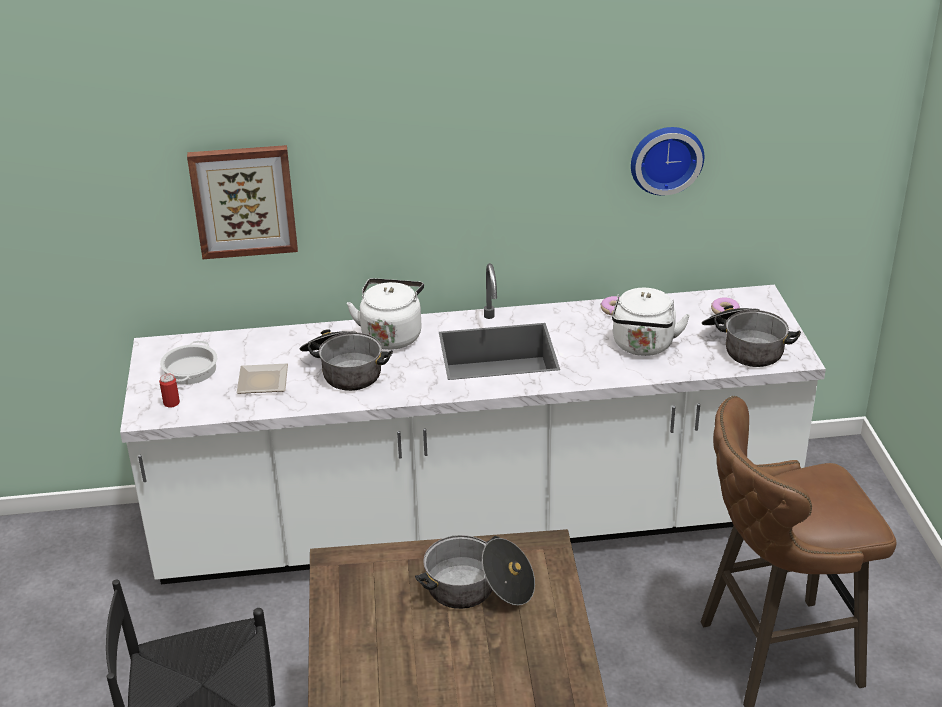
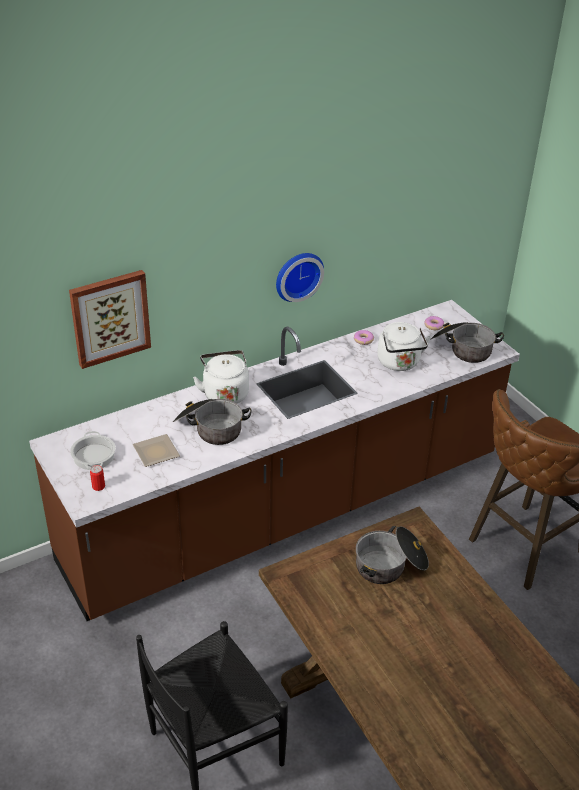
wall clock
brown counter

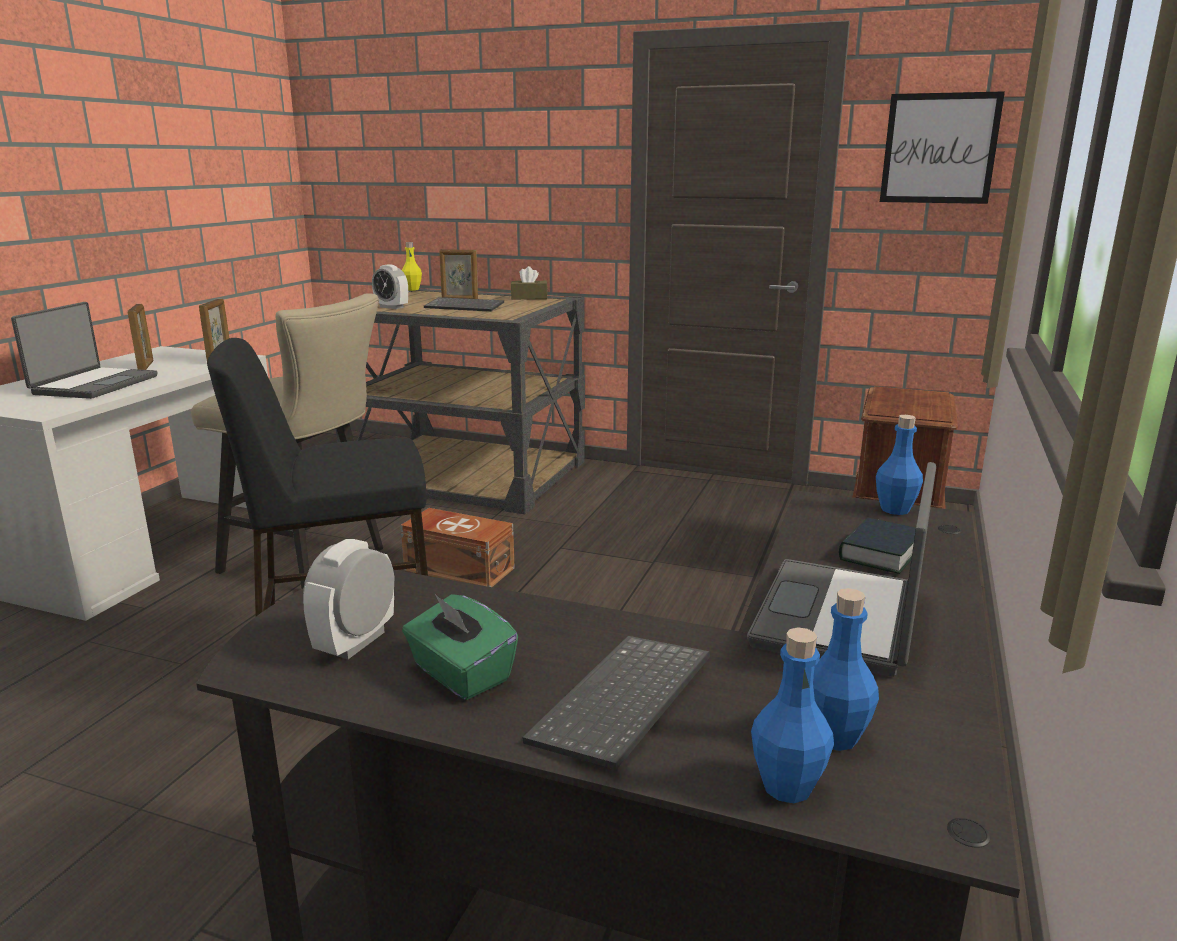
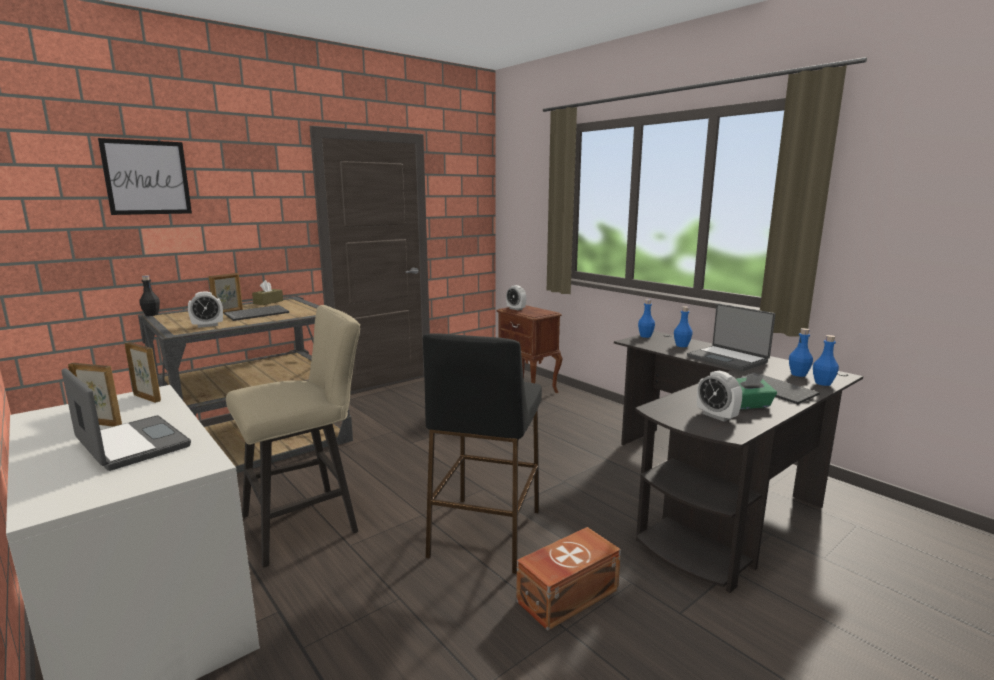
alarm clock (no. 2 from left)
brown storage box
picture
blue bottle (no. 2 from left)
black bottle

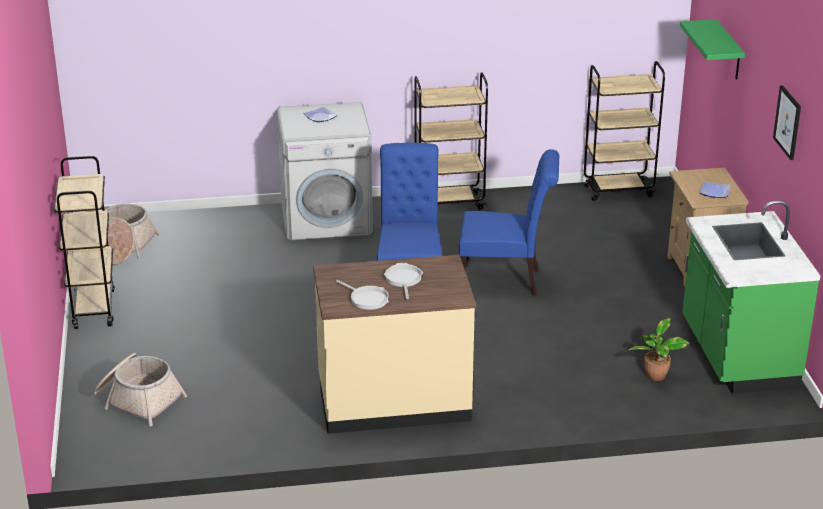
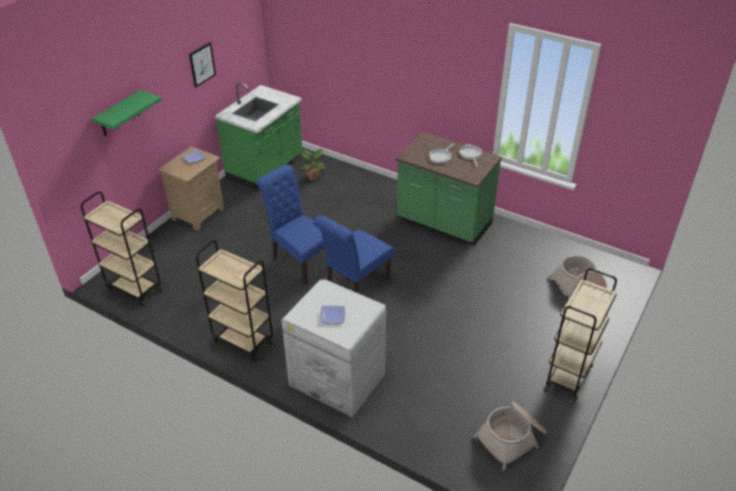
green counter (no. 2 from left)

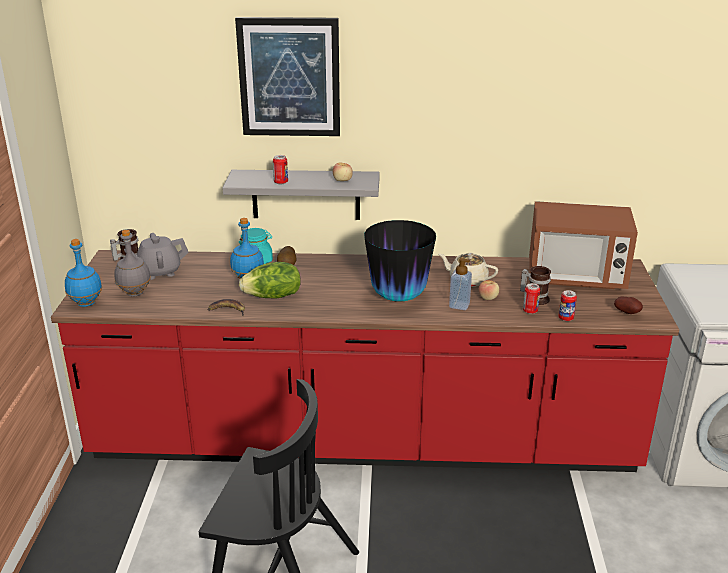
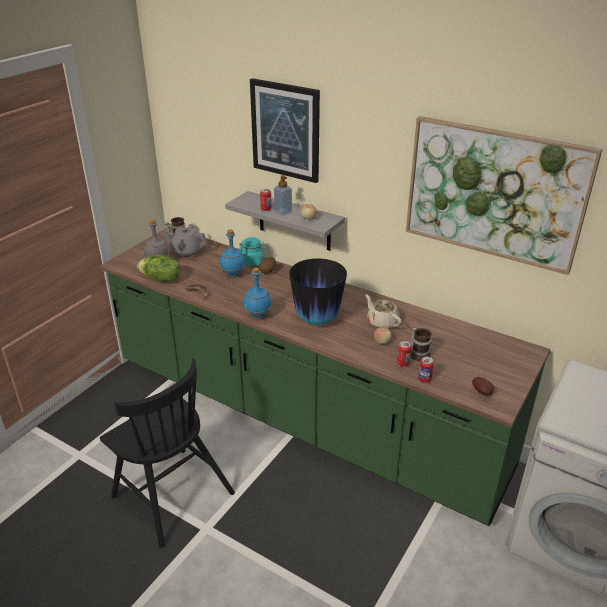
microwave
picture (no. 2 from left)
blue bottle (no. 2 from left)
lettuce
soap dispenser
green counter

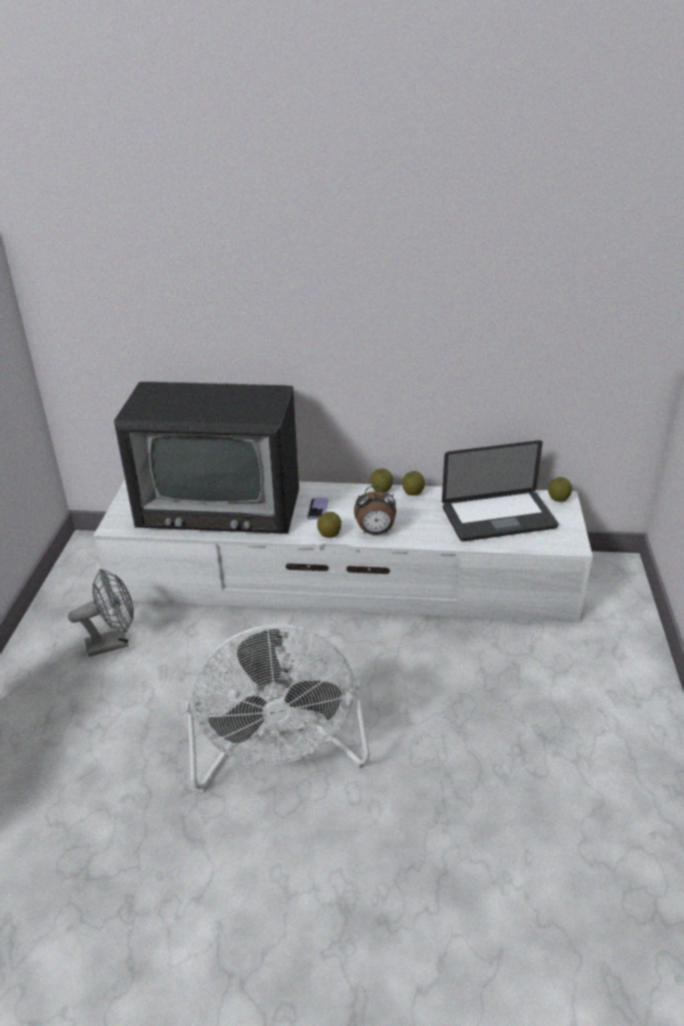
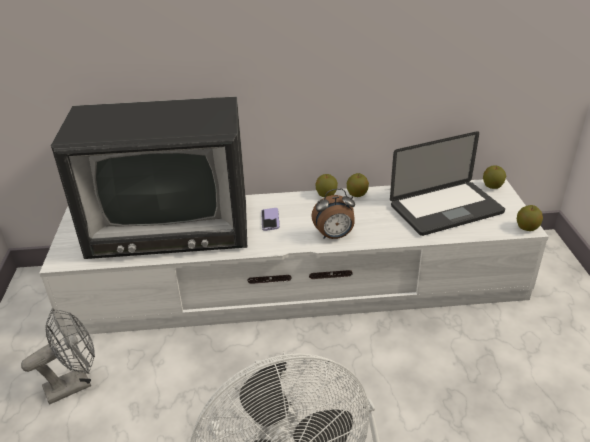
apple (no. 4 from left)

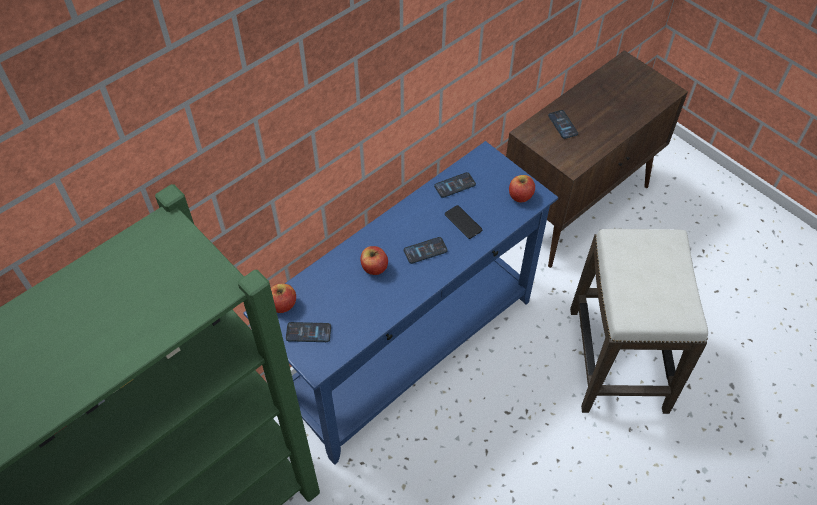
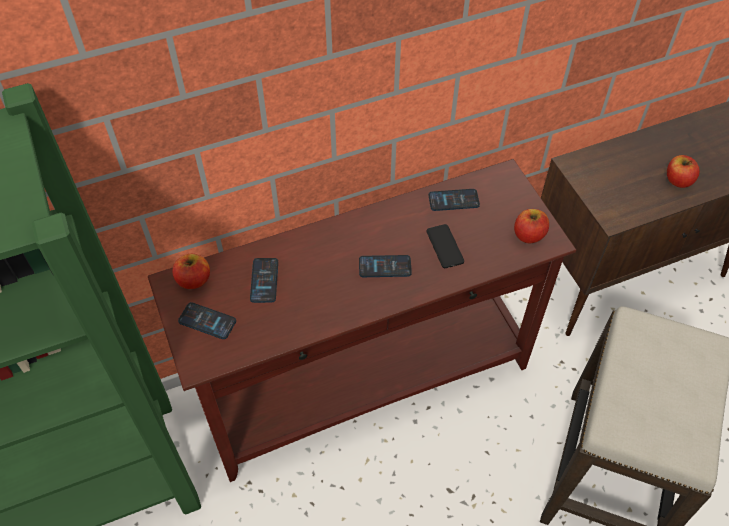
apple (no. 3 from left)
phone (no. 2 from left)
brown console table

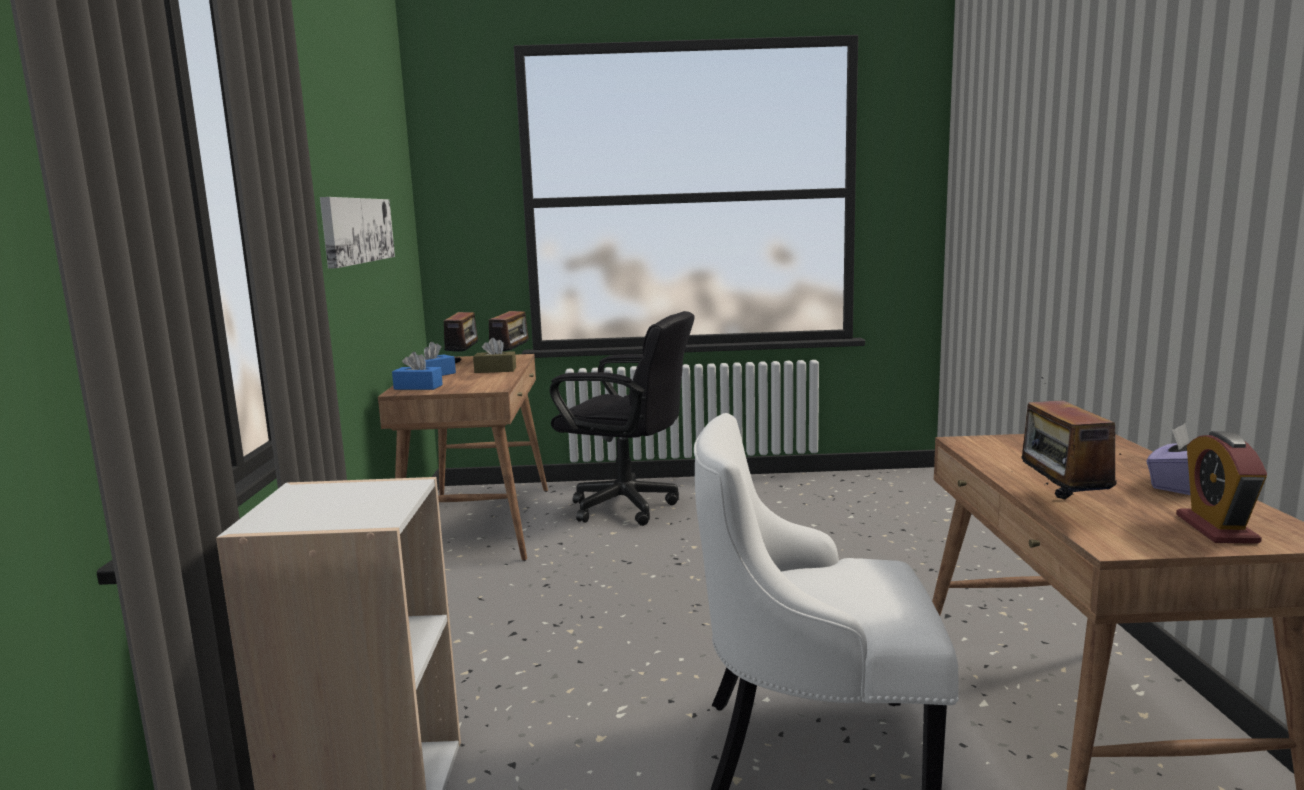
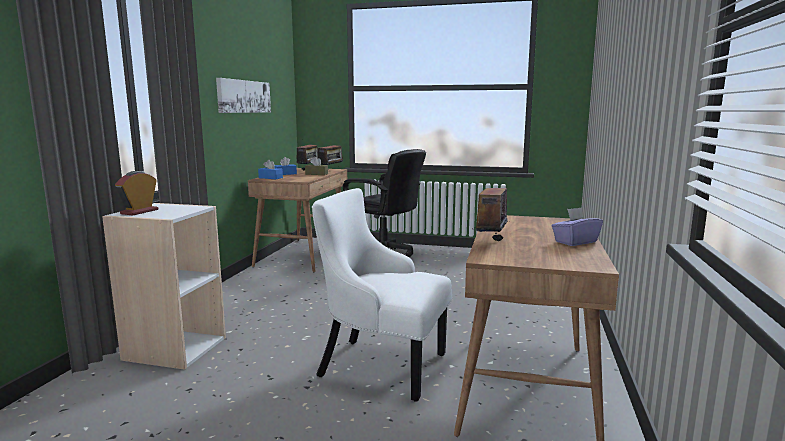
alarm clock

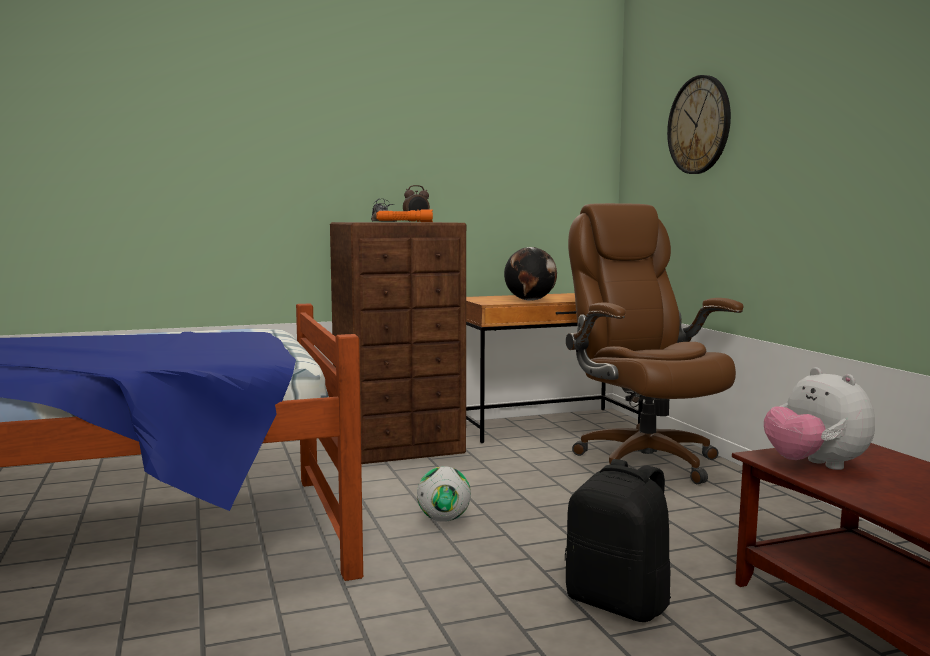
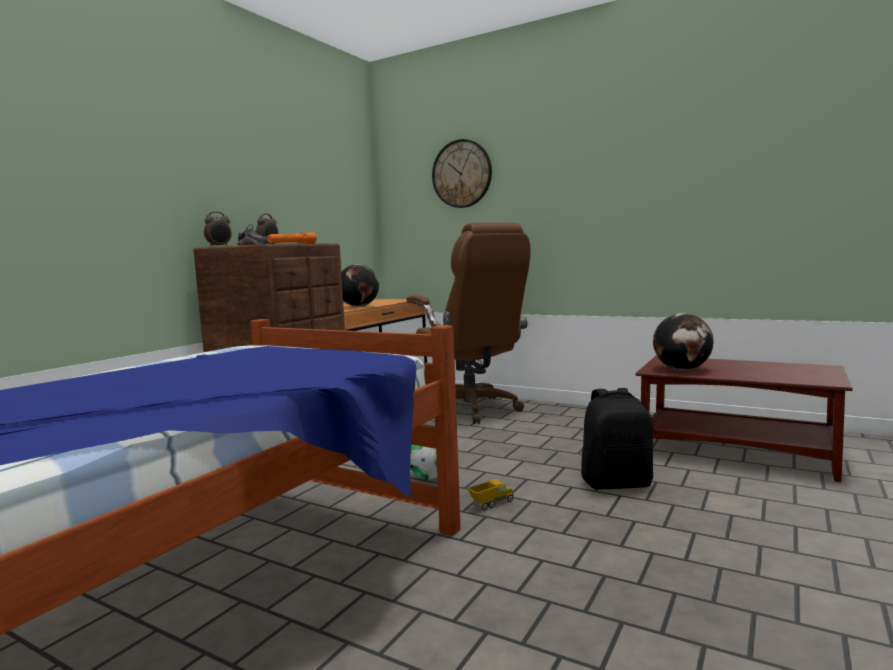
alarm clock (no. 1 from left)
toy truck
globe (no. 2 from left)
brown office chair

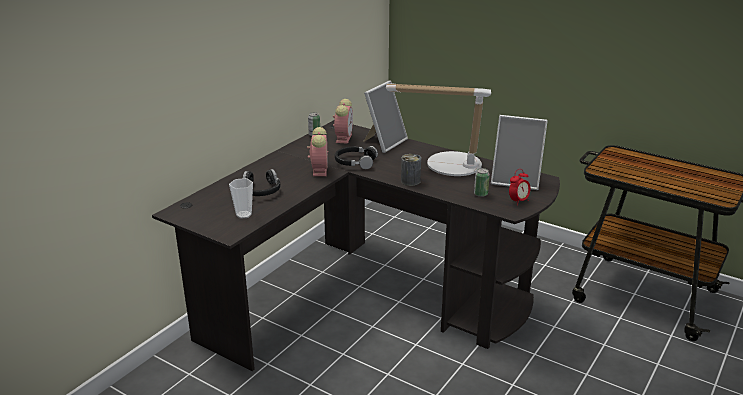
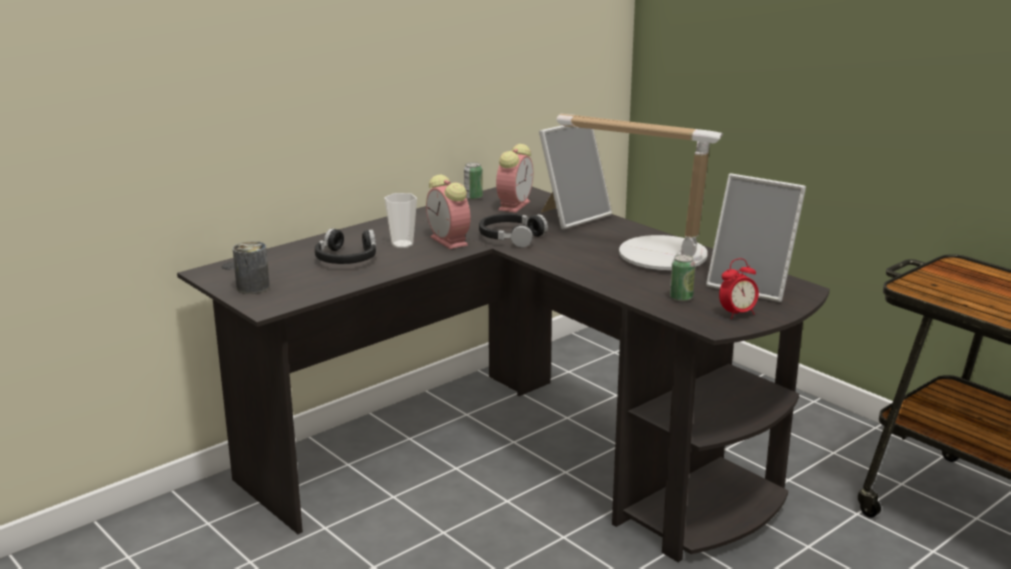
cup
can (no. 1 from left)
alarm clock (no. 1 from left)

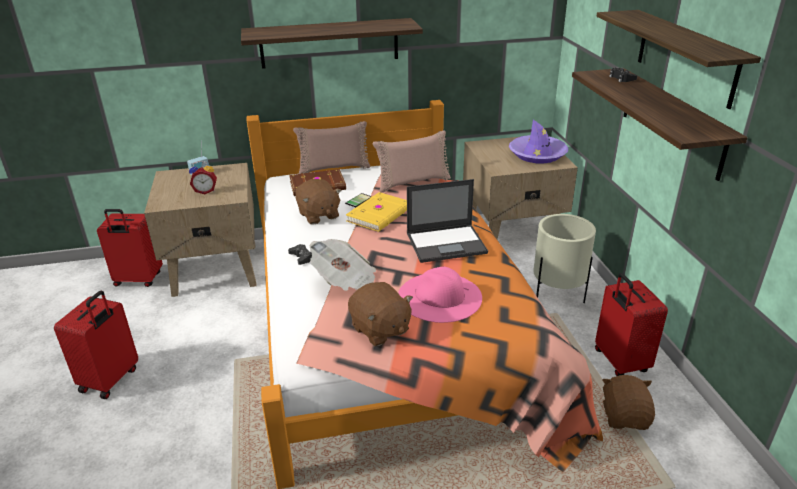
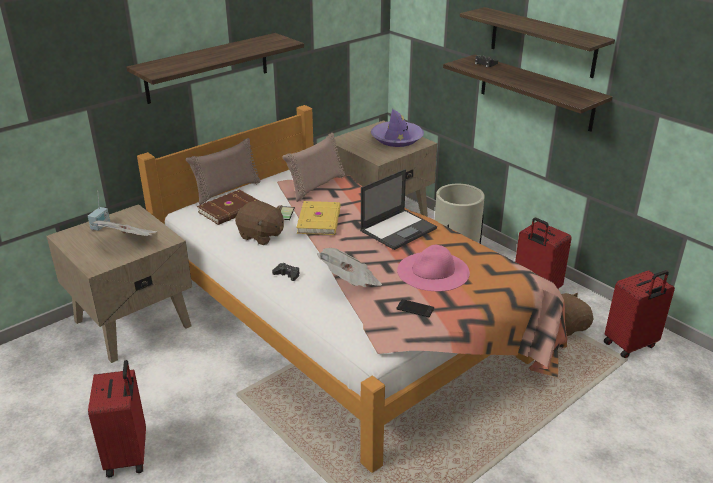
red suitcase (no. 3 from left)
newspaper (no. 1 from left)
phone (no. 2 from left)

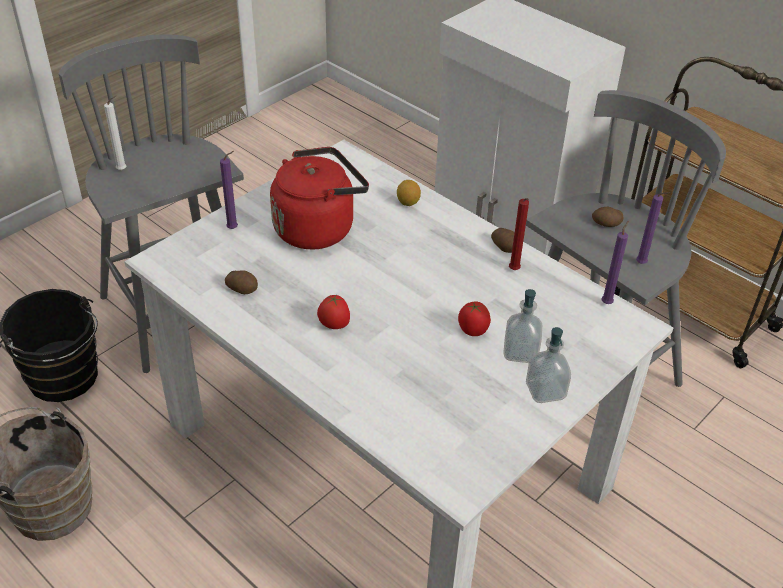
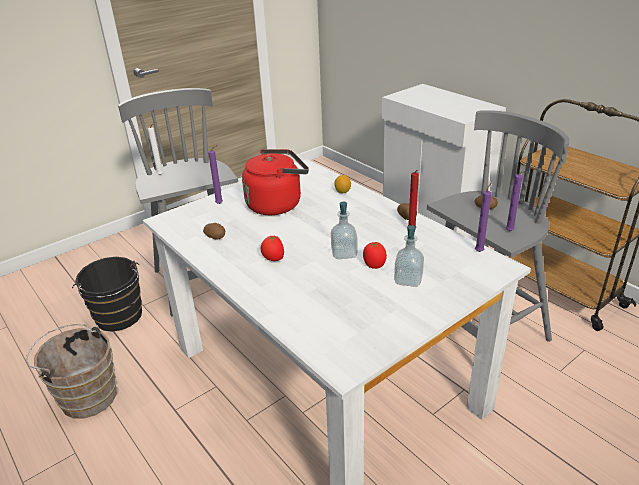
soap dispenser (no. 1 from left)

